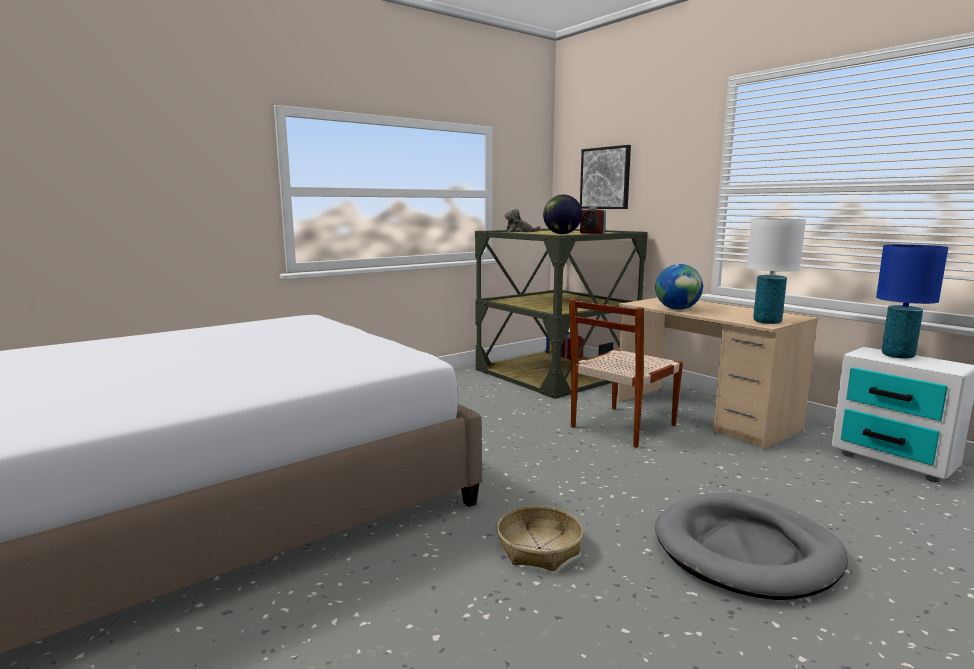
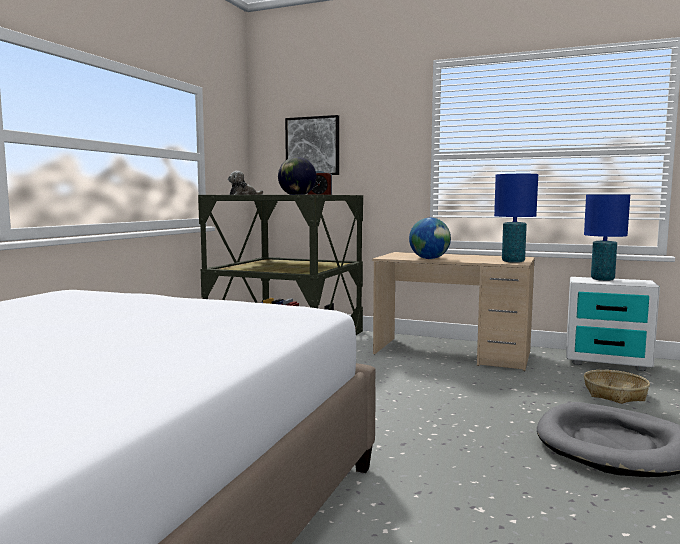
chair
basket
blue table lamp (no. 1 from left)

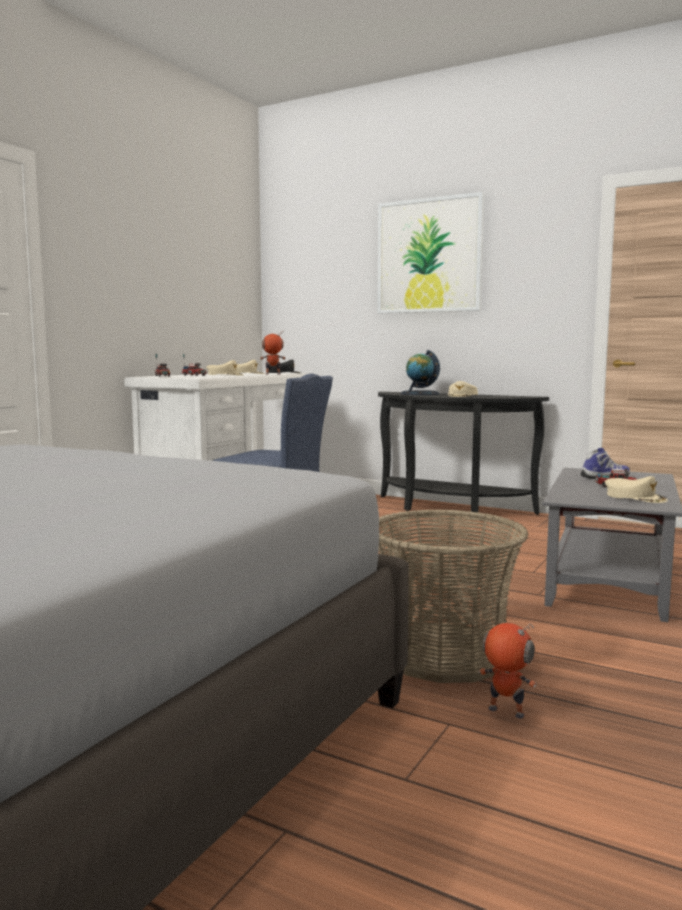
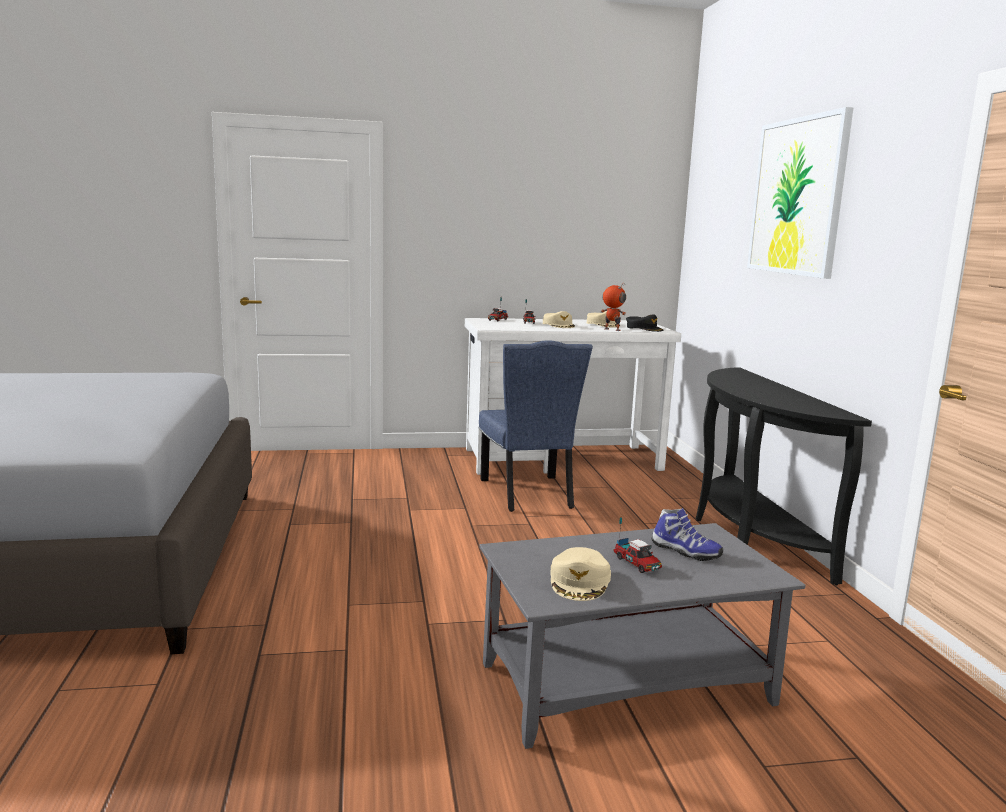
basket
globe
beige cap (no. 3 from left in the first image)
toy robot (no. 2 from left in the first image)

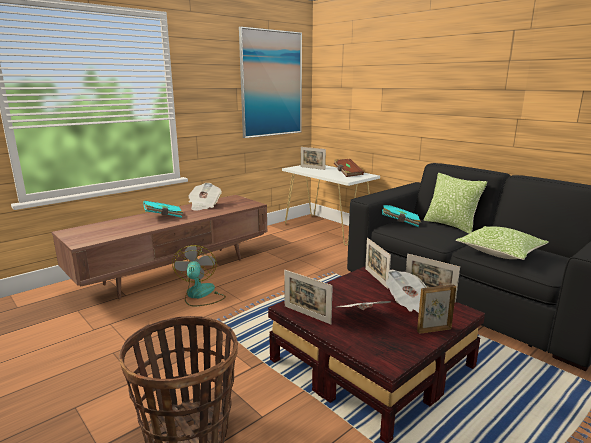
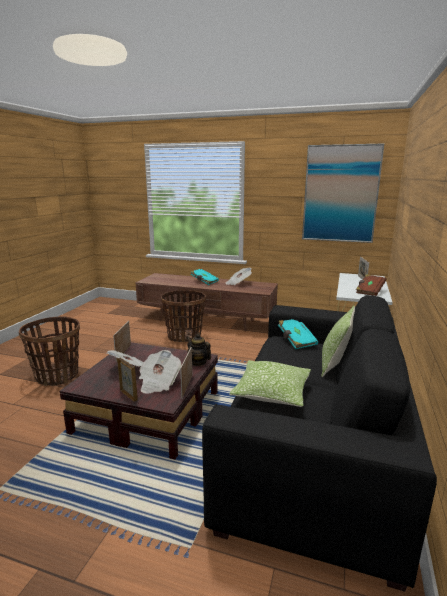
basket (no. 2 from left)
teapot

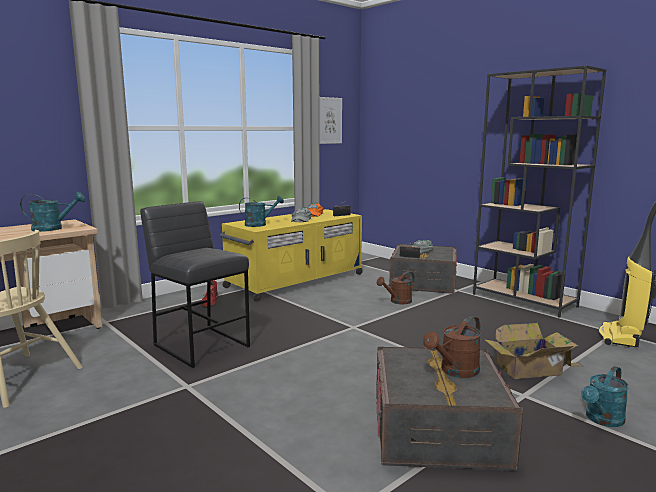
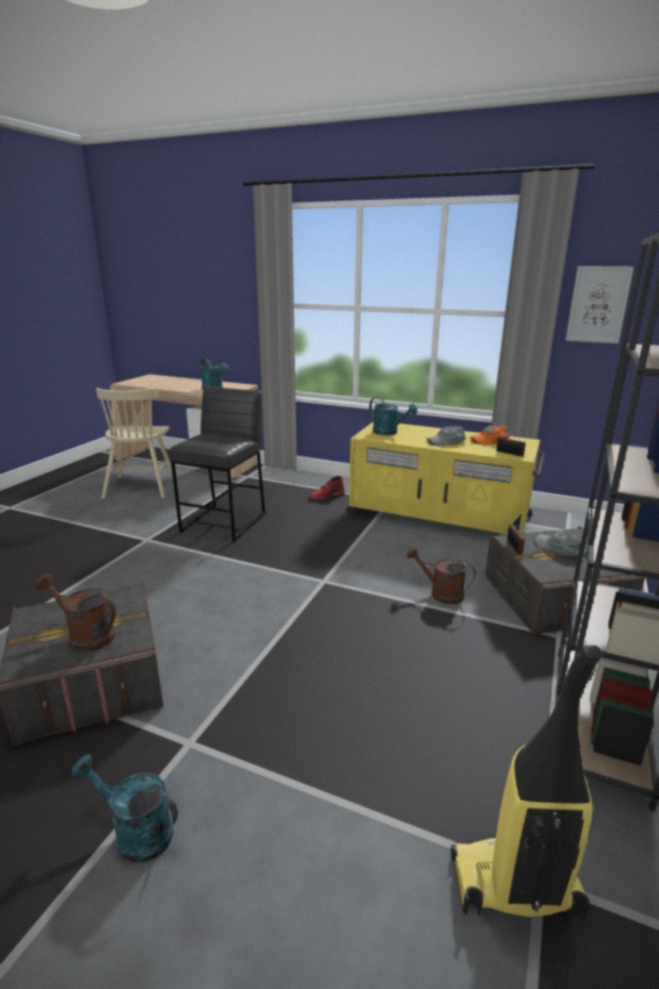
cardboard box

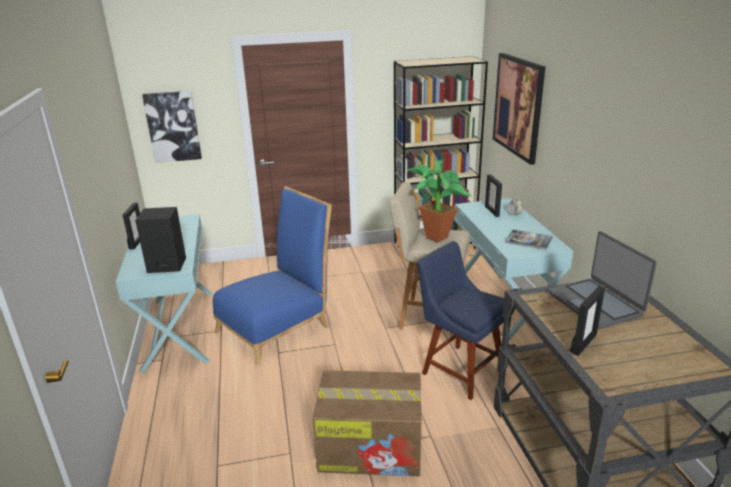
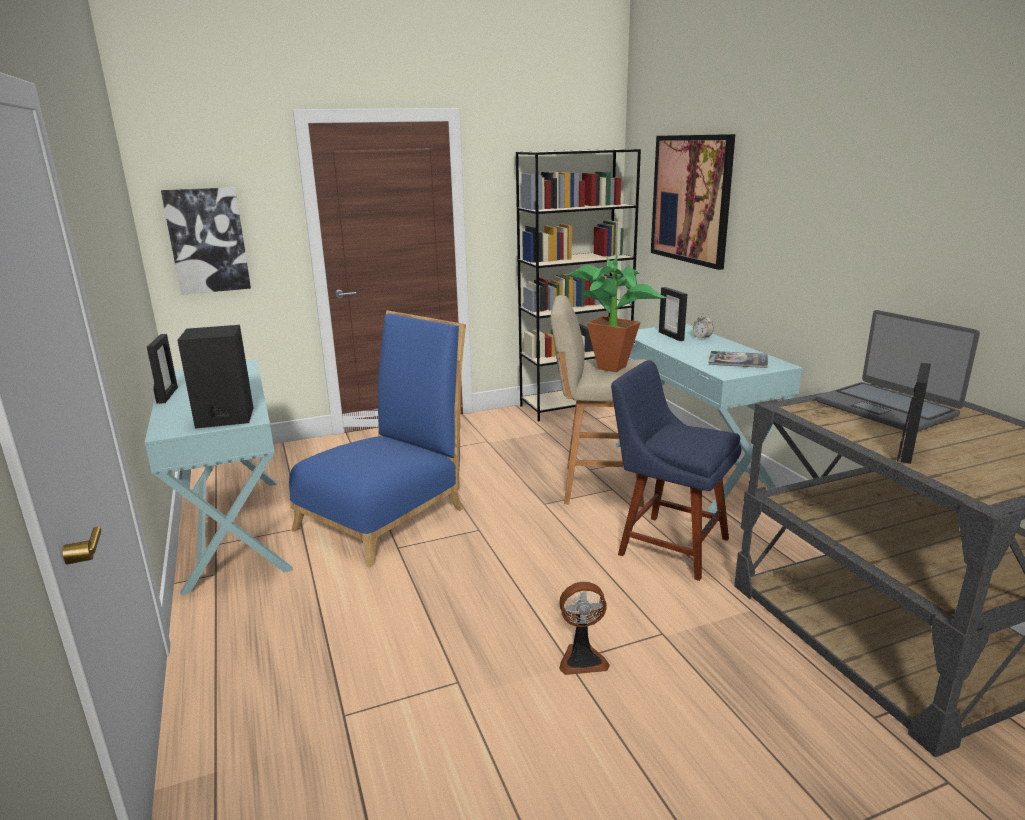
fan

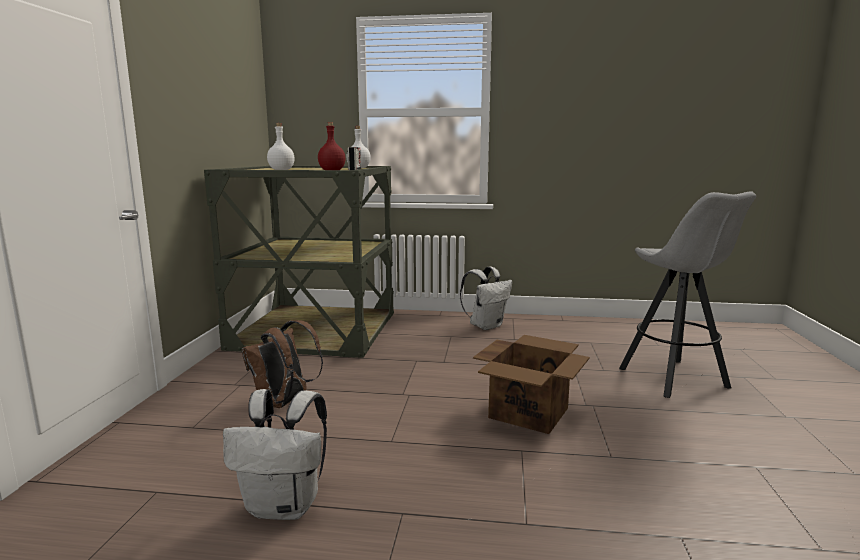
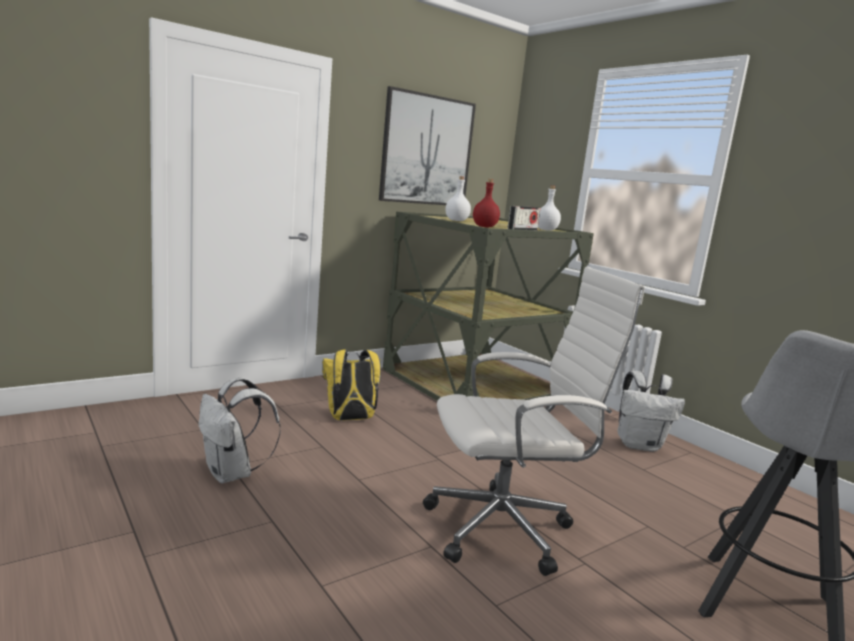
picture
white office chair
yellow backpack

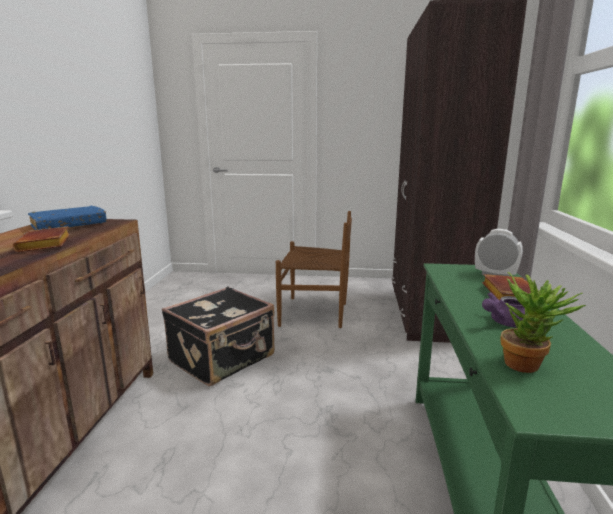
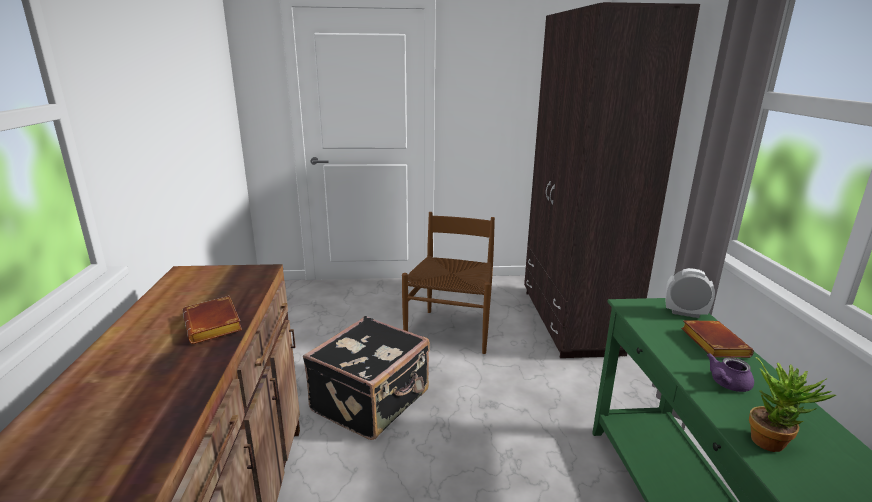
blue book
brown chair

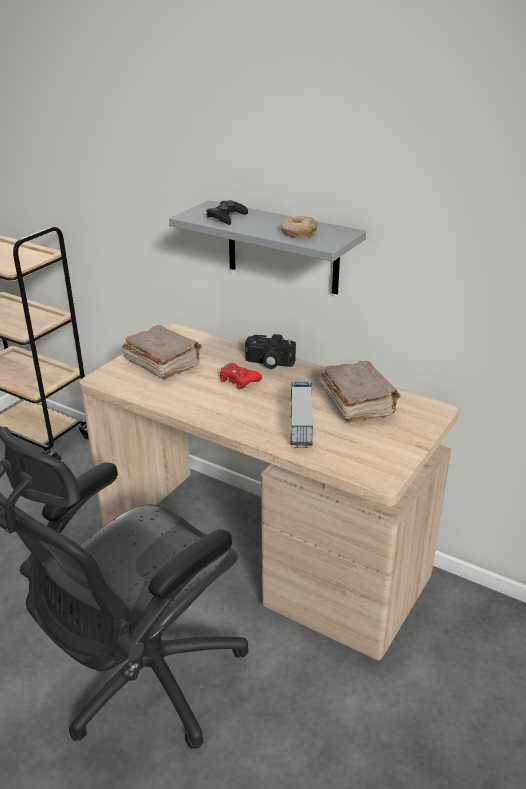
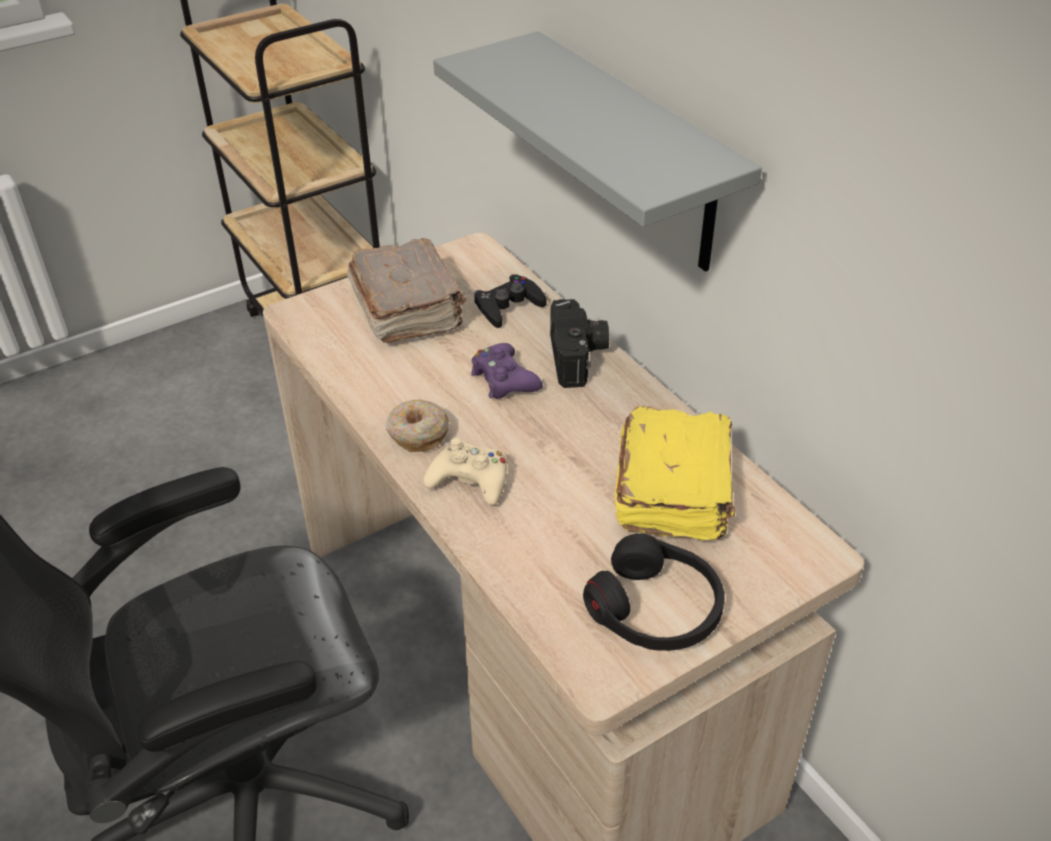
toy truck
beige game controller
black headphones
black game controller
donut
purple game controller
yellow book
photo camera

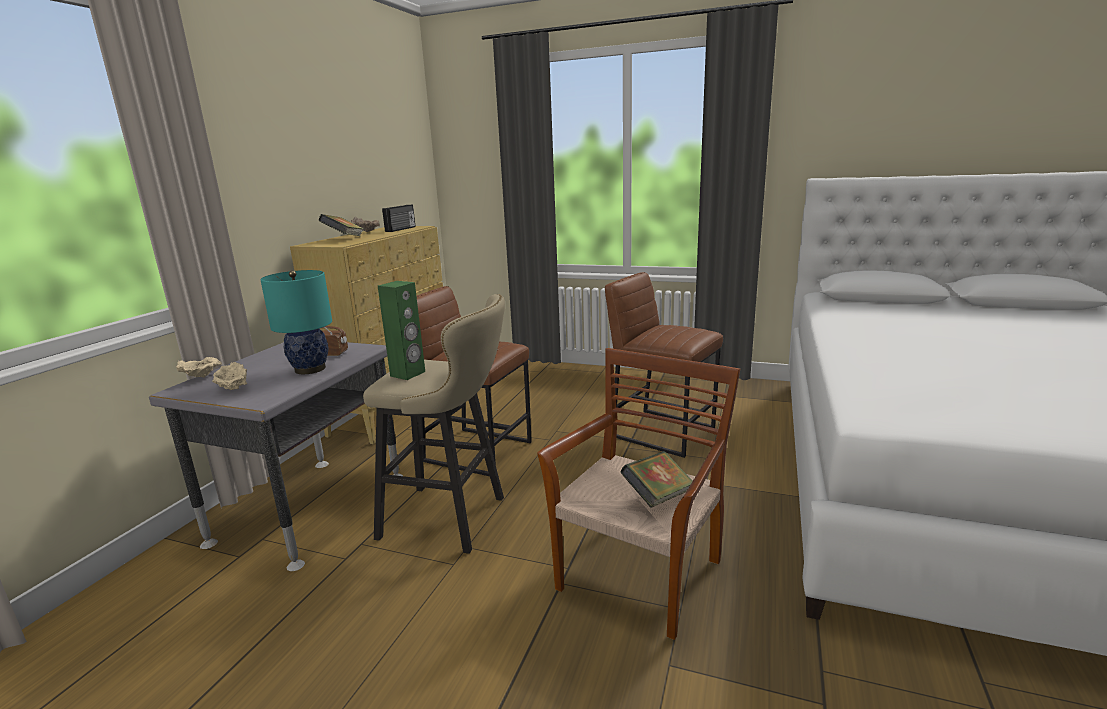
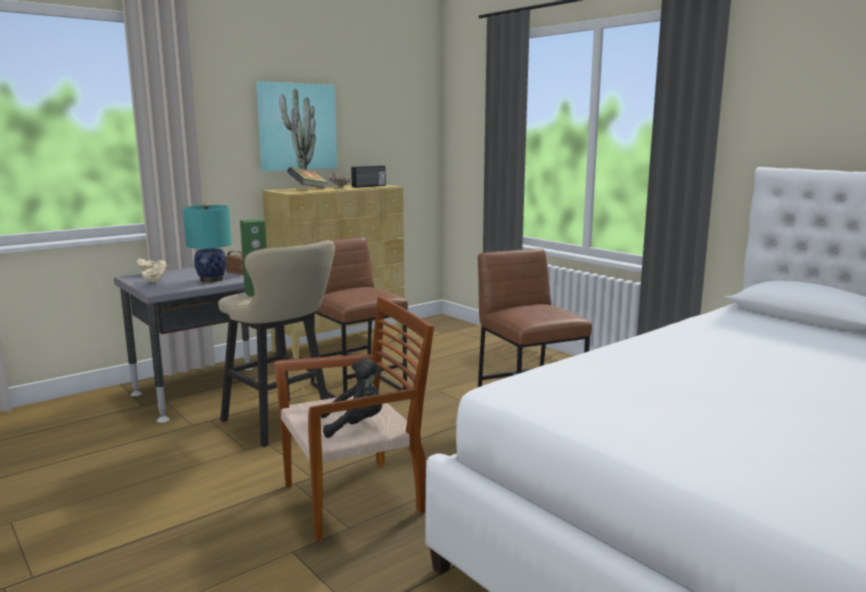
picture
black plush toy

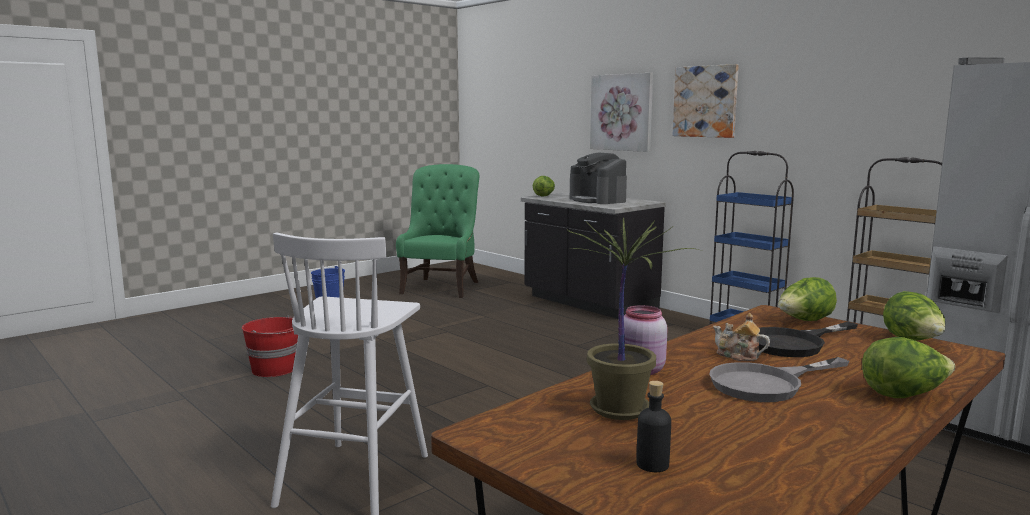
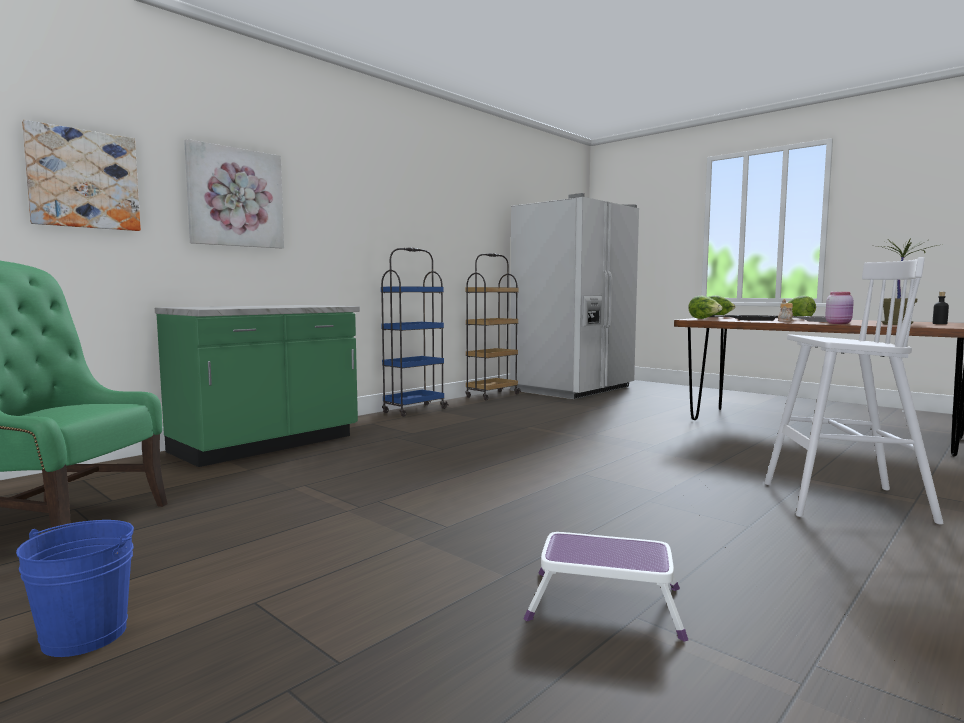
lettuce (no. 1 from left in the first image)
coffee machine
picture (no. 1 from left)
purple step ladder
green counter

